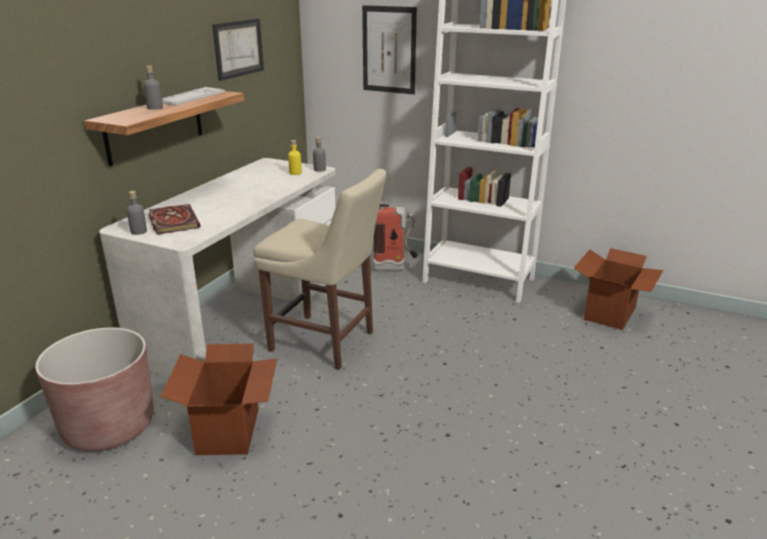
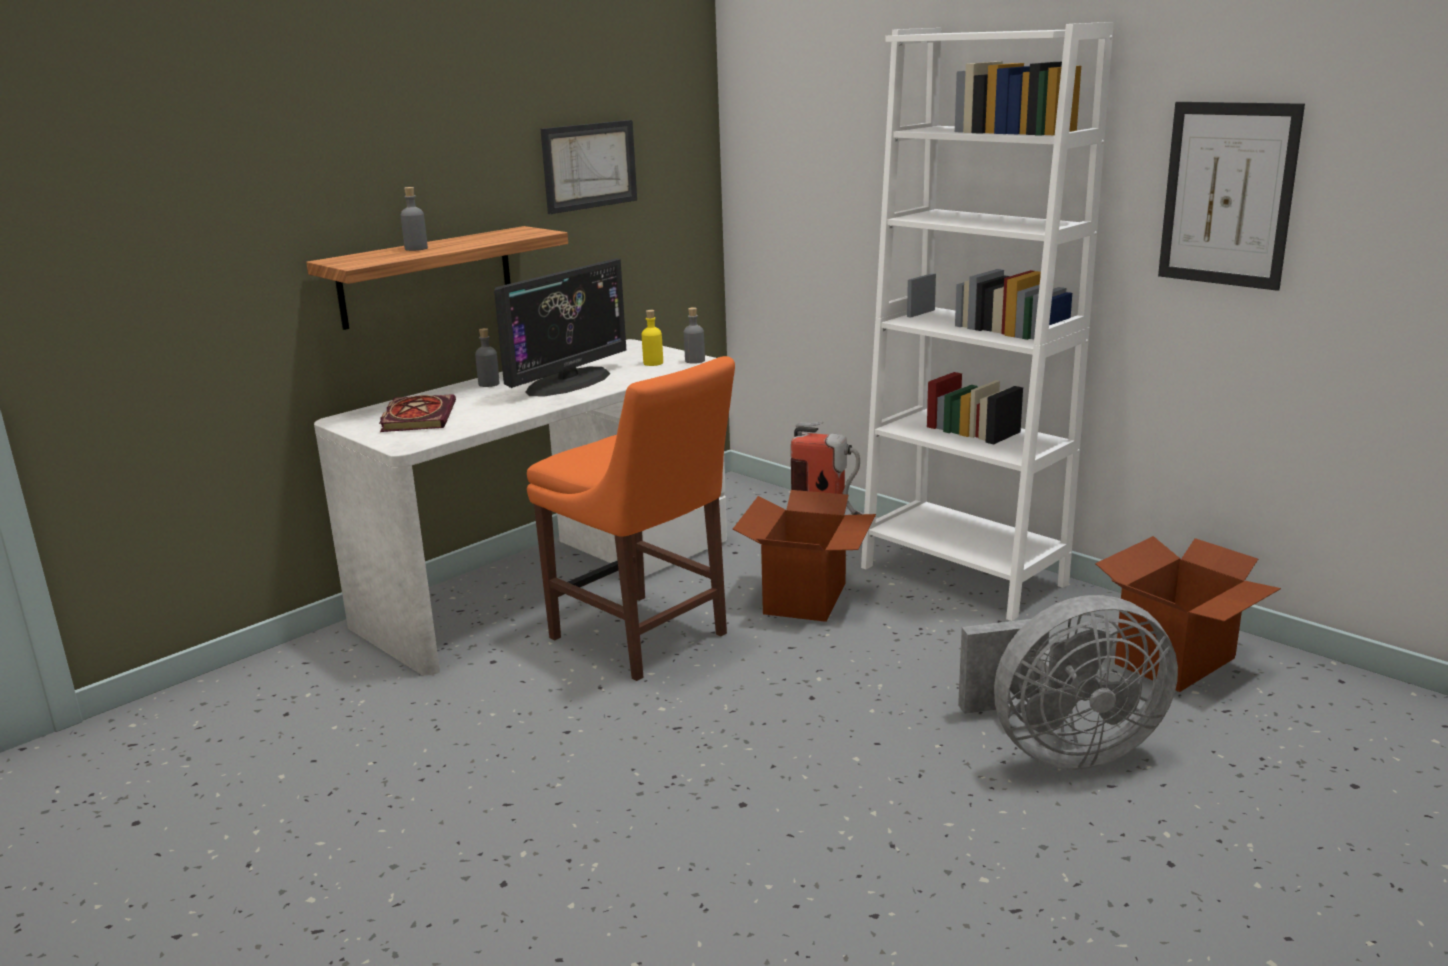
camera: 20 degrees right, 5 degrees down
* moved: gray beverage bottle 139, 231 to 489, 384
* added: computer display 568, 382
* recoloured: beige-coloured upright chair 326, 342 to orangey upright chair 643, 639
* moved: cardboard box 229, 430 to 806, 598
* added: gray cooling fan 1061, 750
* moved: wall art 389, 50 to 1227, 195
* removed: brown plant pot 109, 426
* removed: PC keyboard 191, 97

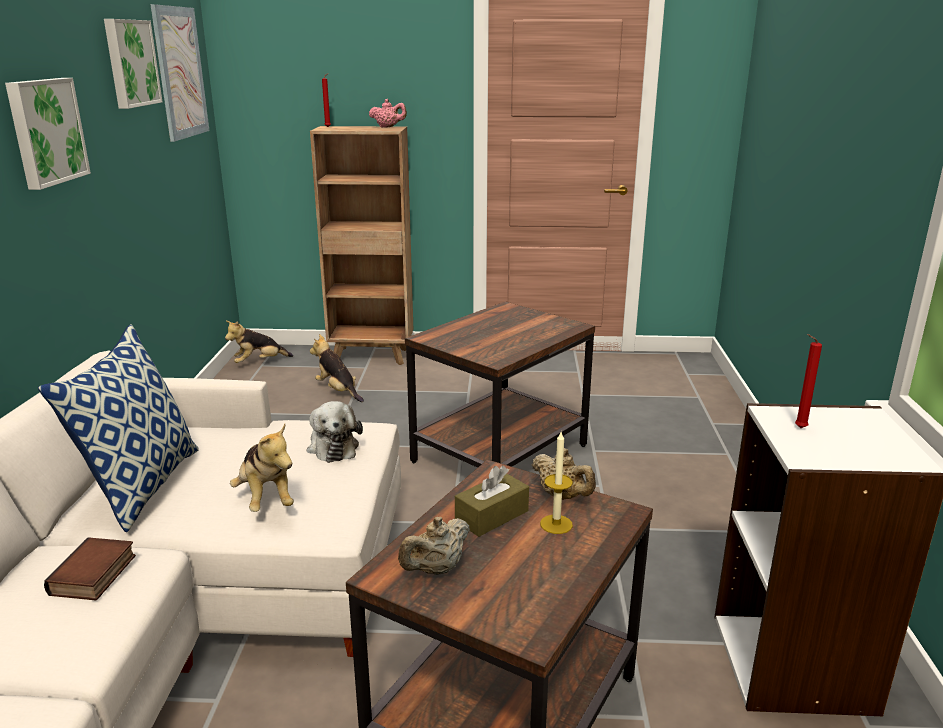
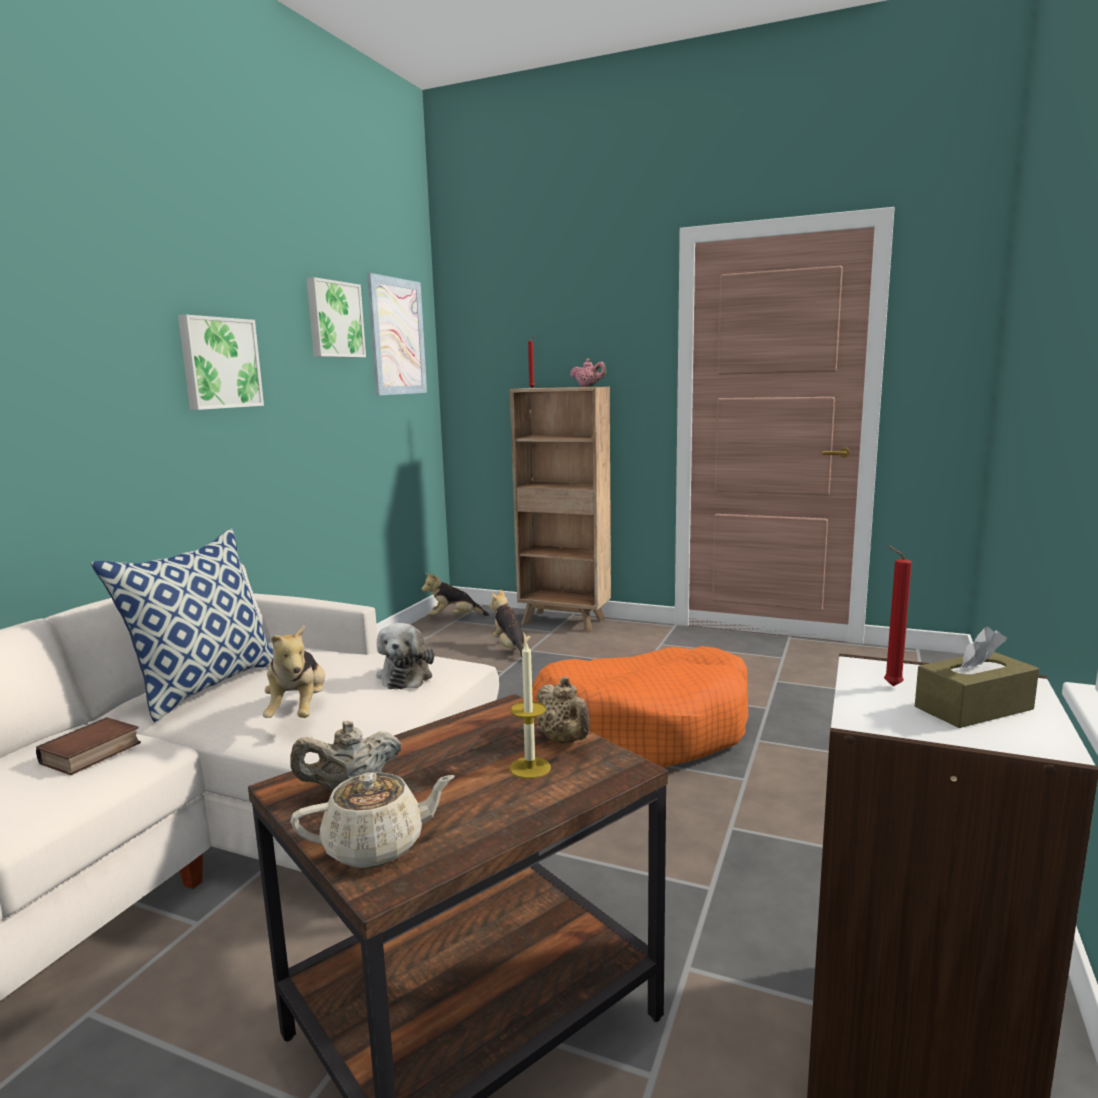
camera: 20 degrees right, 10 degrees down
* added: beige-coloured pot for tea 377, 846
* replaced: brown accent table 501, 455 to orangey pet bed 644, 730
* moved: brown tissue box 492, 516 to 973, 708

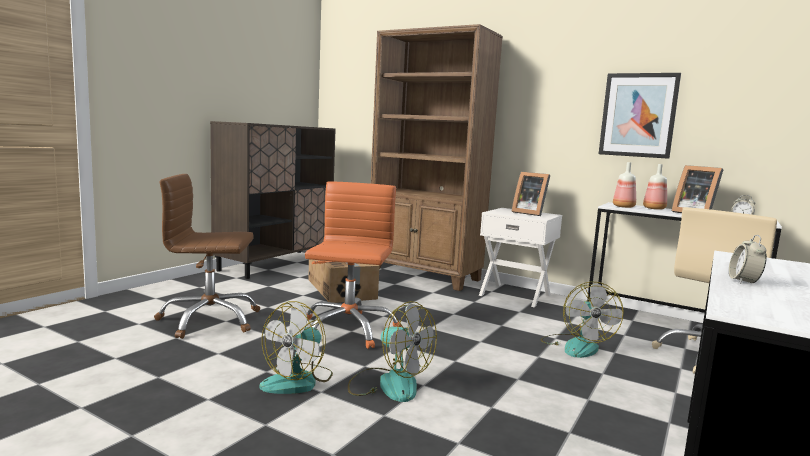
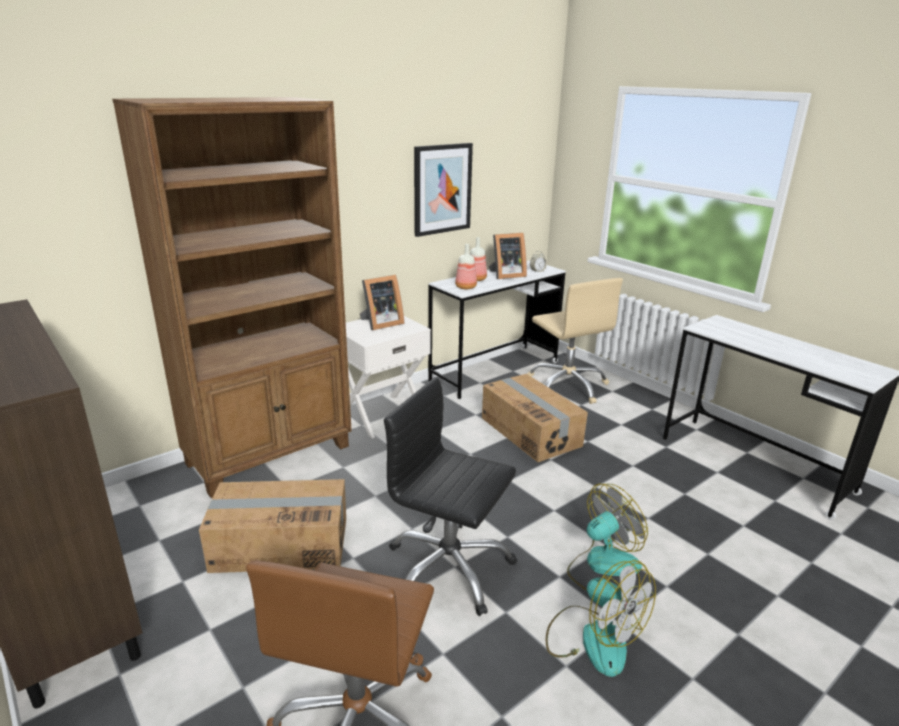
camera: 70 degrees left, 15 degrees up
* recoloured: orangey office chair 348, 329 to black-coloured office chair 448, 568
* replaced: cooling fan 576, 345 to cardboard box 531, 431
* removed: alarm clock 743, 282

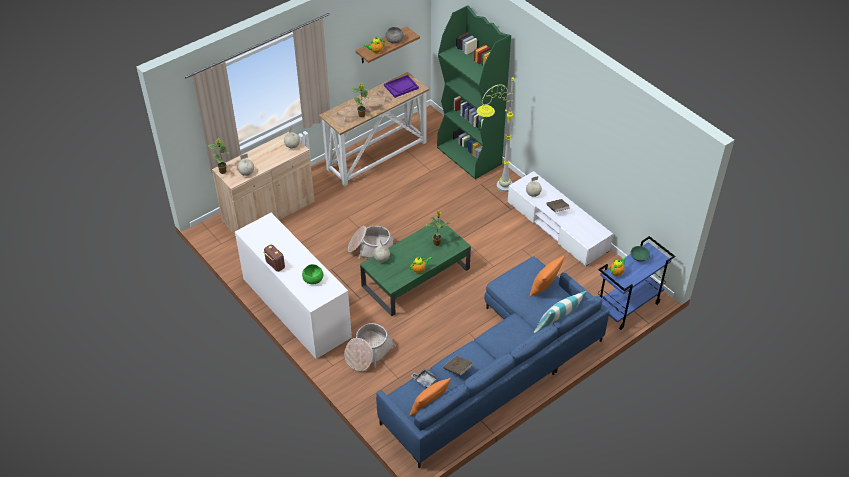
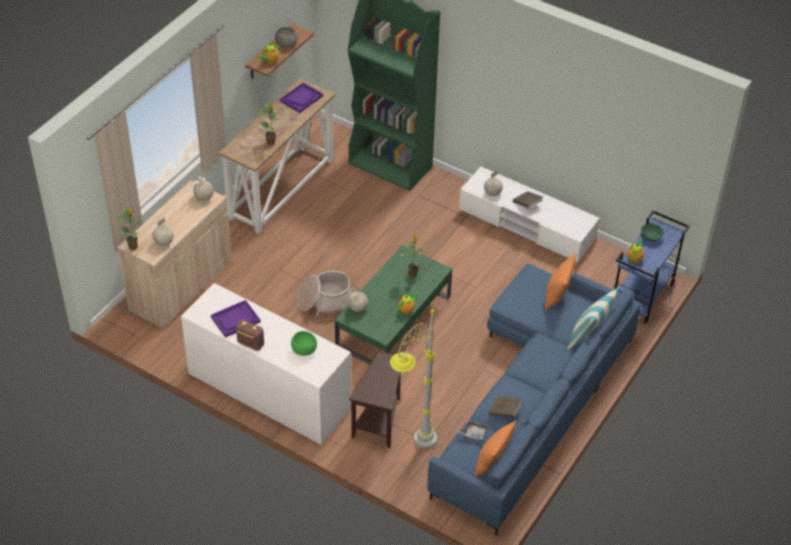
camera: 20 degrees left, 0 degrees up
* added: purple carrying tray 235, 319
* replaced: storage basket 368, 353 to brown accent table 379, 422
* moved: gray standing lamp 492, 191 to 412, 451

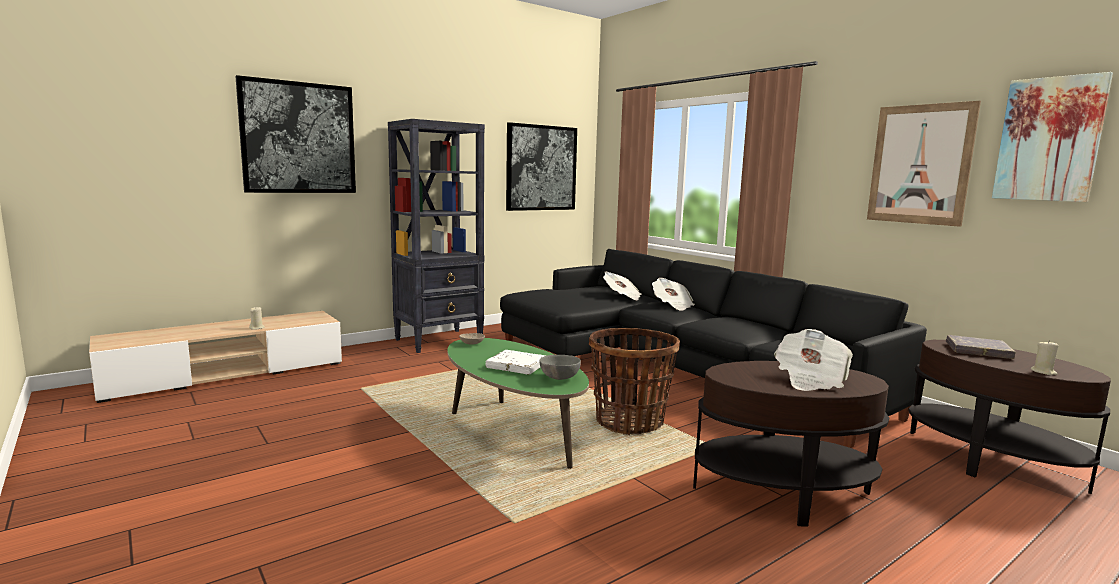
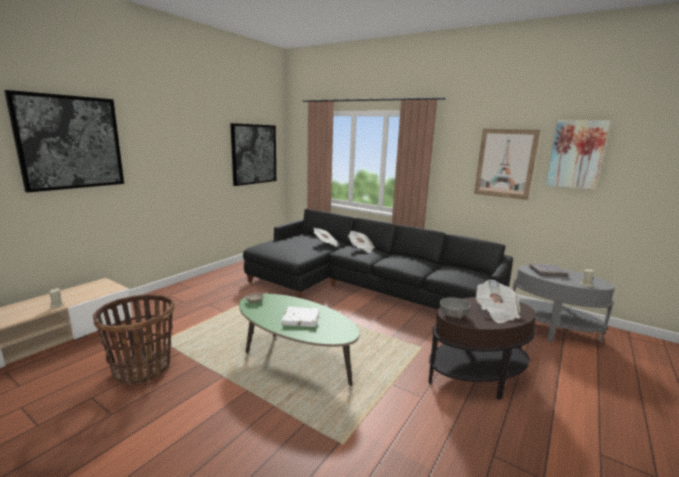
camera: 20 degrees left, 5 degrees up
* moved: storage basket 629, 422 to 142, 369
* moved: gray serving bowl 558, 378 to 453, 316
* recoloured: brown accent table 990, 462 to gray accent table 552, 330
* removed: black-coloured bookshelf 439, 341

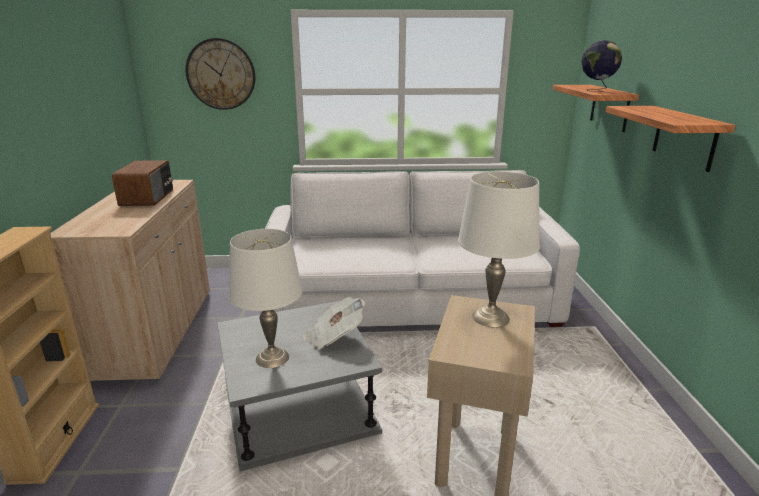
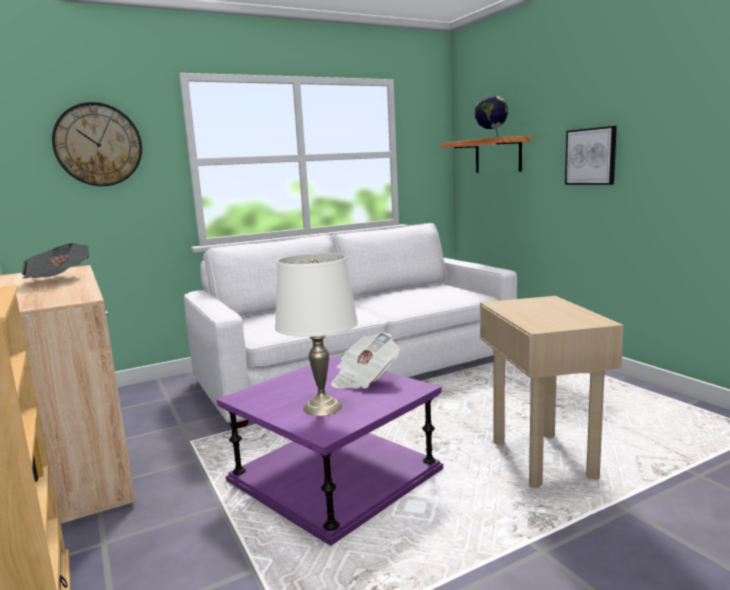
camera: 25 degrees left, 10 degrees down
* replaced: radio receiver 148, 197 to newspaper 59, 279
* recoloured: gray accent table 298, 406 to purple accent table 334, 475
* replaced: bracket shelf 684, 137 to wall art 591, 156
* removed: white table lamp 491, 317

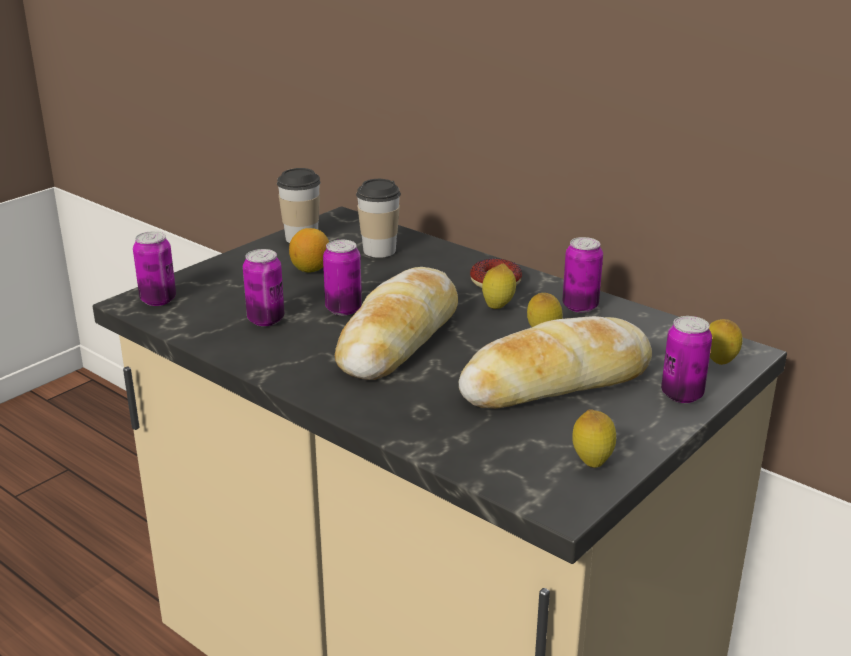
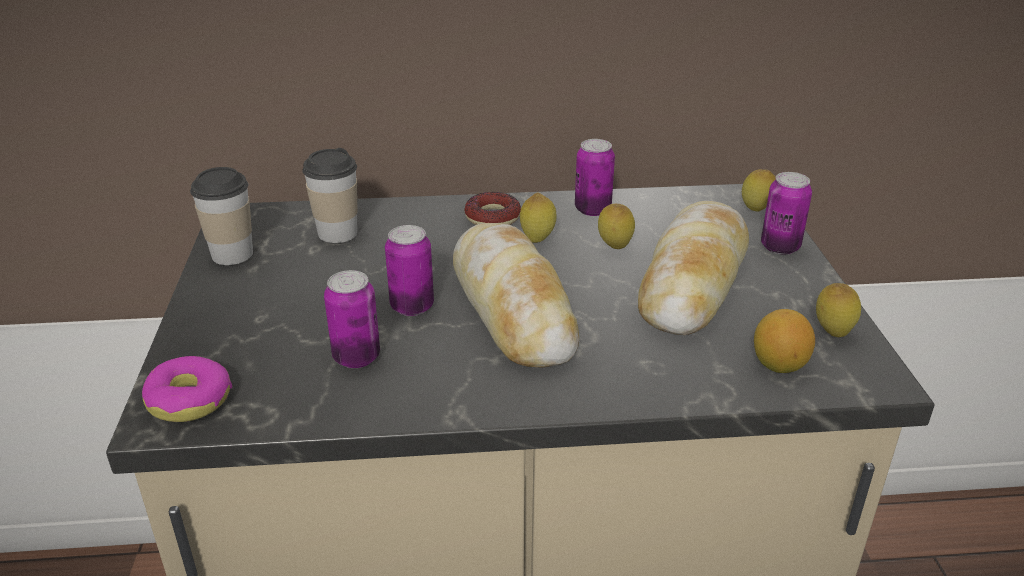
camera: 45 degrees left, 5 degrees up
* replaced: can 158, 300 to ring doughnut 189, 400
* moved: citrus fruit 310, 269 to 778, 365

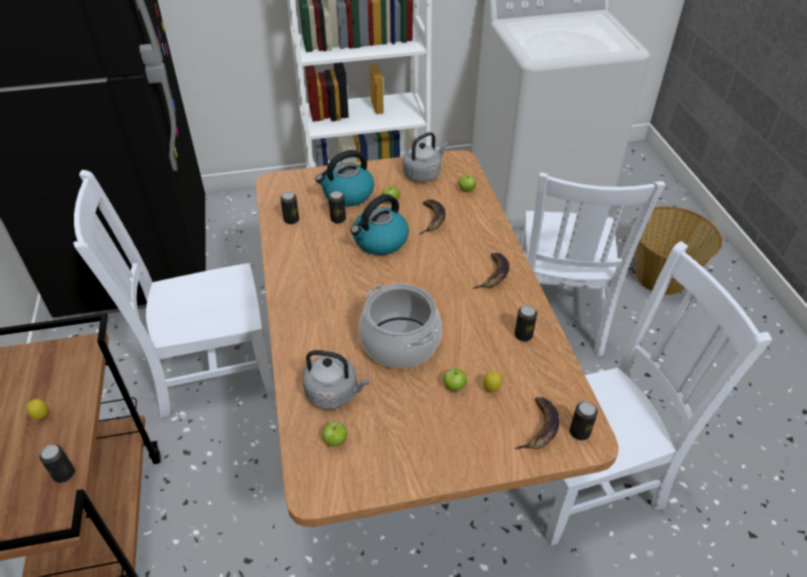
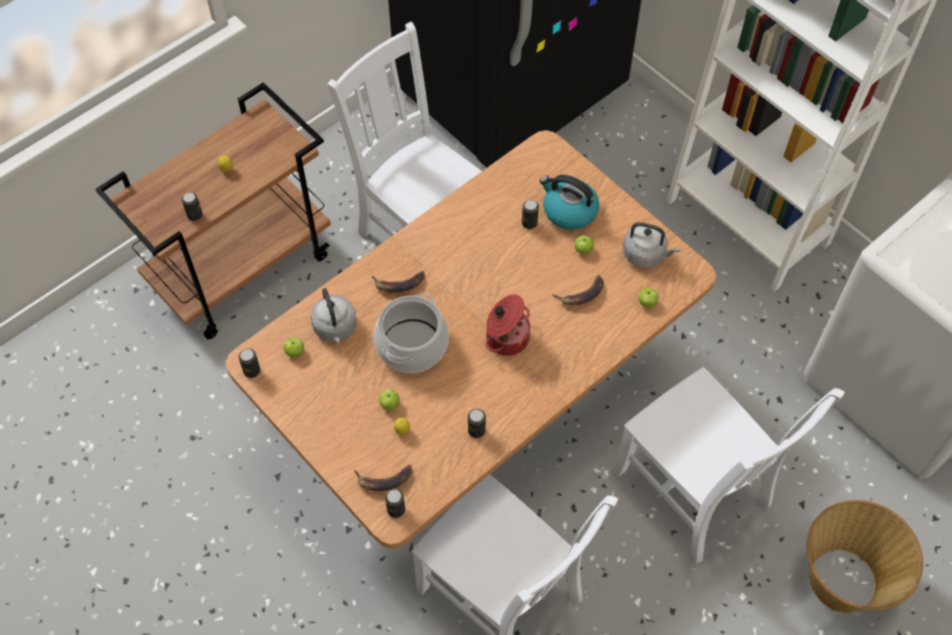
camera: 60 degrees right, 15 degrees up
* moved: can 291, 220 to 252, 371
* moved: whole banana 493, 275 to 399, 284
* added: cooking pot 506, 337
* turned: white upright chair 556, 317 = 695, 491 105 degrees counterclockwise
* removed: water kettle 380, 241

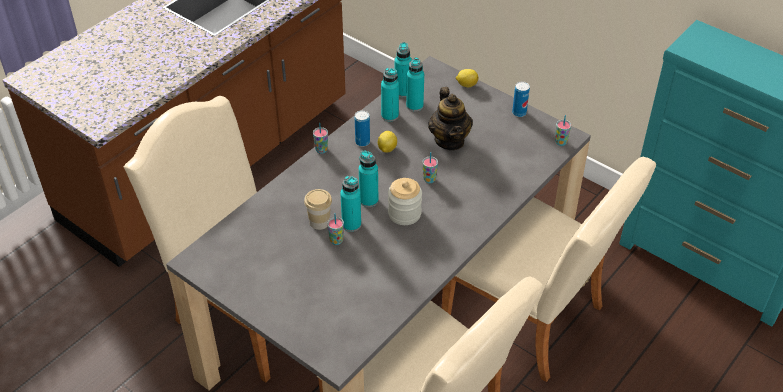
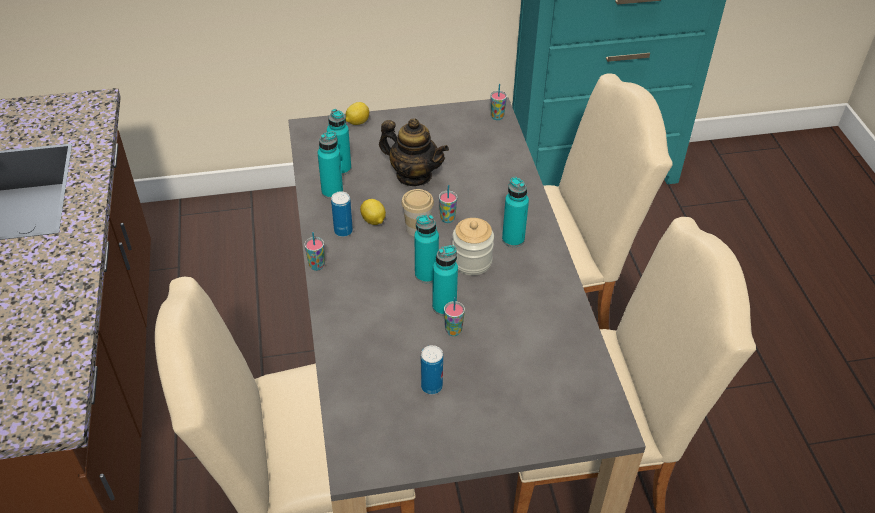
camera: 50 degrees left, 0 degrees up
* moved: small cup 319, 222 to 417, 228
* moved: can 519, 113 to 431, 386
* moved: turquoise beverage bottle 402, 92 to 513, 239

